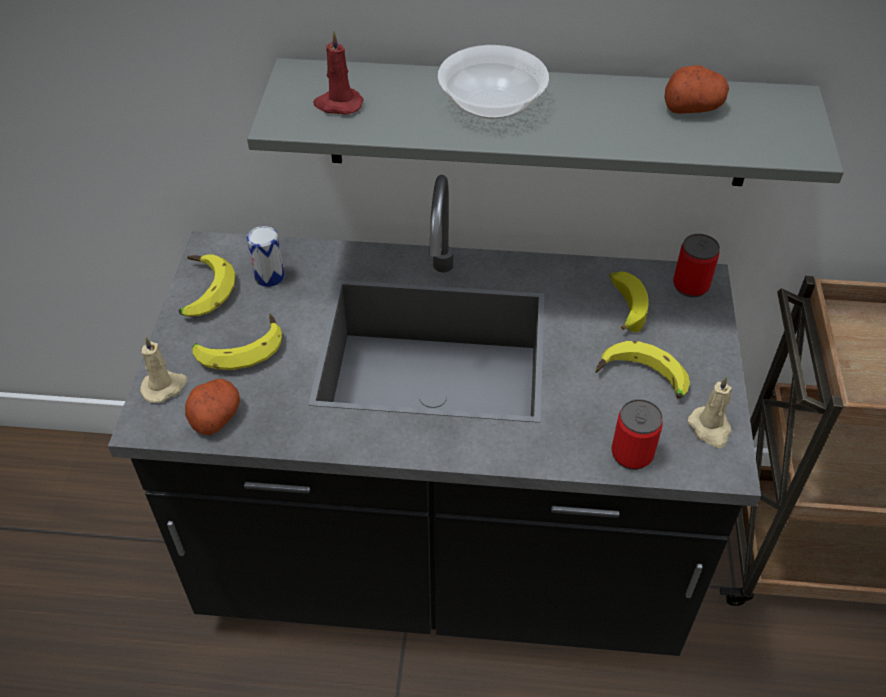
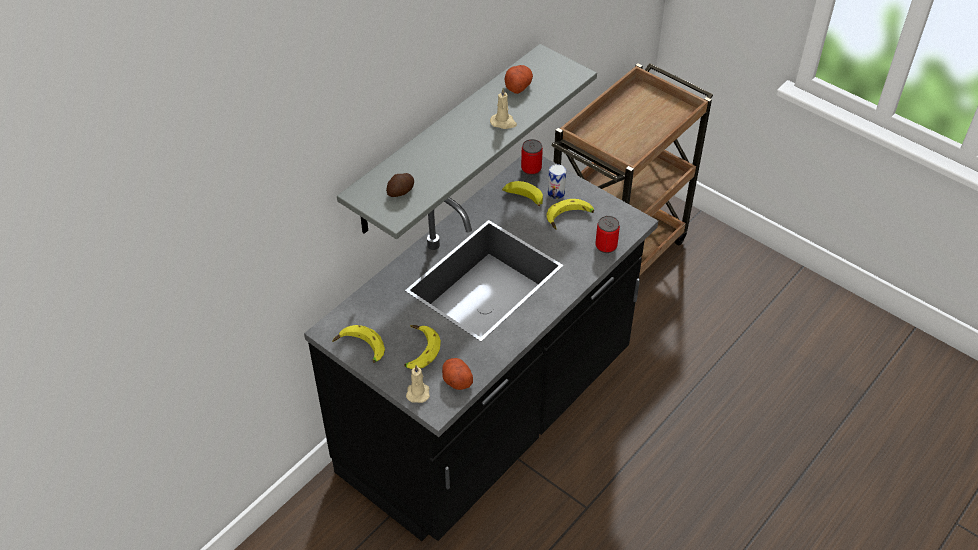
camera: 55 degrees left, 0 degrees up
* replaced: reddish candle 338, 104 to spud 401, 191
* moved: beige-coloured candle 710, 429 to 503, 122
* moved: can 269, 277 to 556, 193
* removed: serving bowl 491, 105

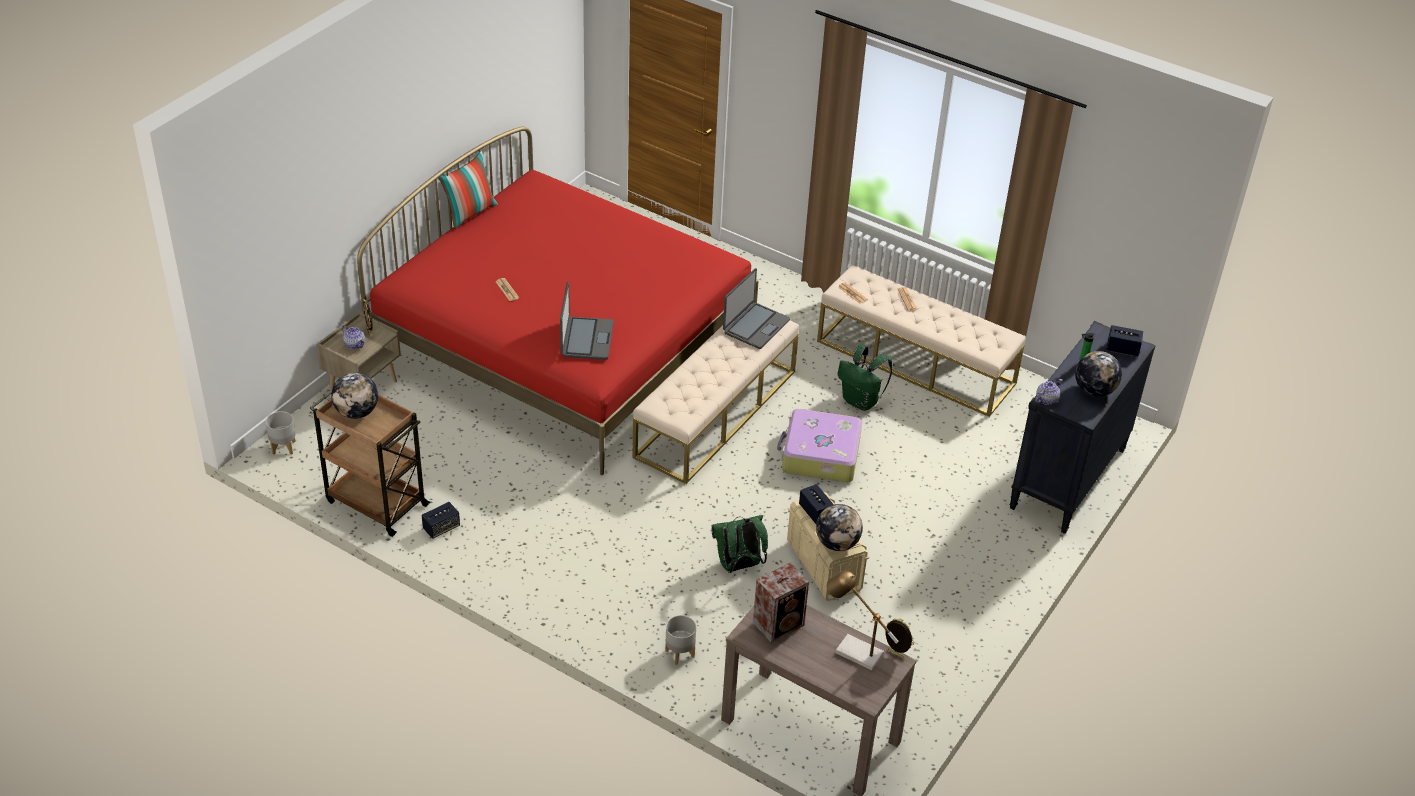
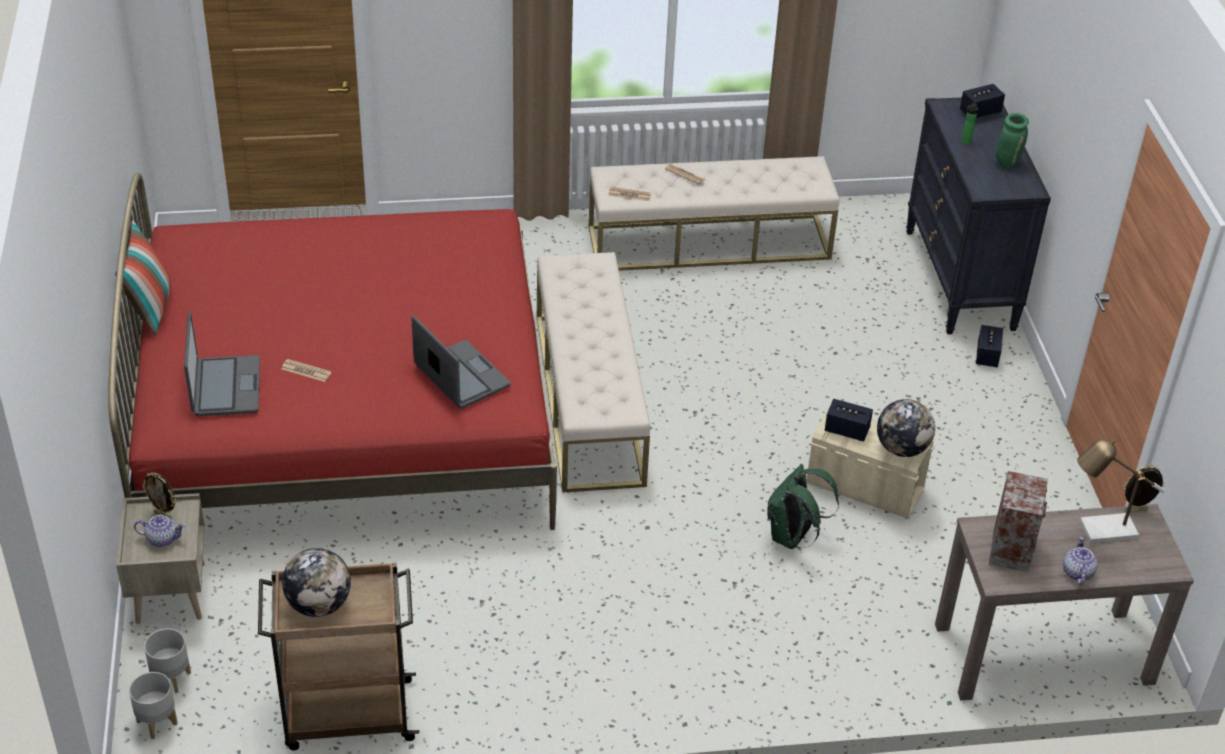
camera: 40 degrees left, 0 degrees up
* moved: gray plant pot 680, 654 to 172, 679
* moved: laptop 755, 326 to 225, 387
* moved: audio speaker 441, 528 to 987, 356
* replaced: world globe 1094, 391 to green-coloured flower vase 1007, 162
* moved: pot for tea 1046, 399 to 1077, 572
* removed: travel case 819, 455
* removed: green-coloured rucksack 861, 401

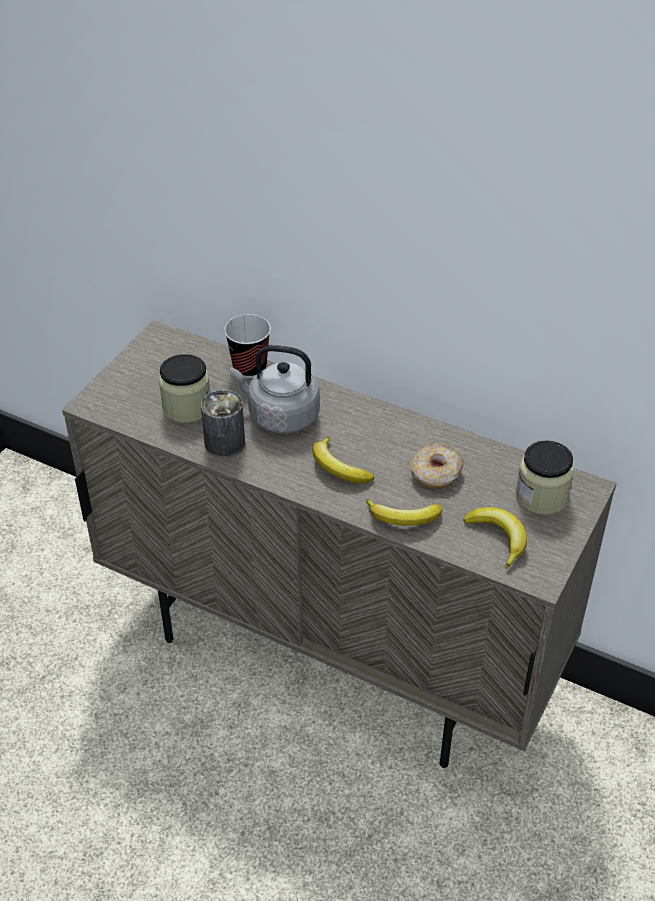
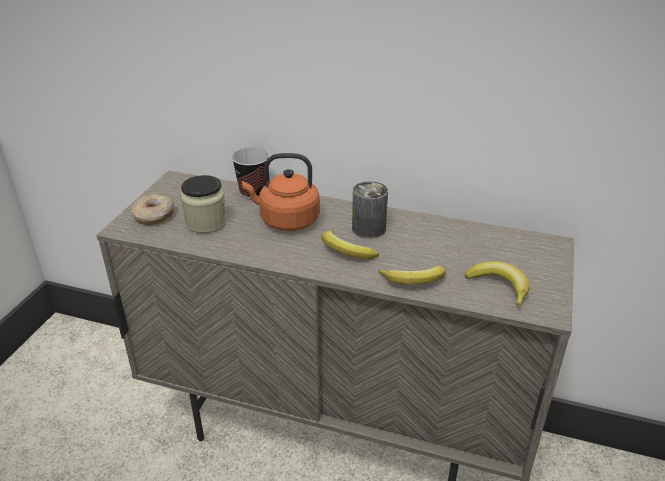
camera: 10 degrees left, 10 degrees down
* moved: ring doughnut 436, 474 to 154, 216
* recoloured: gray water kettle 280, 416 to orangey water kettle 286, 221
* moved: can 224, 443 to 368, 229
* removed: jar 541, 496

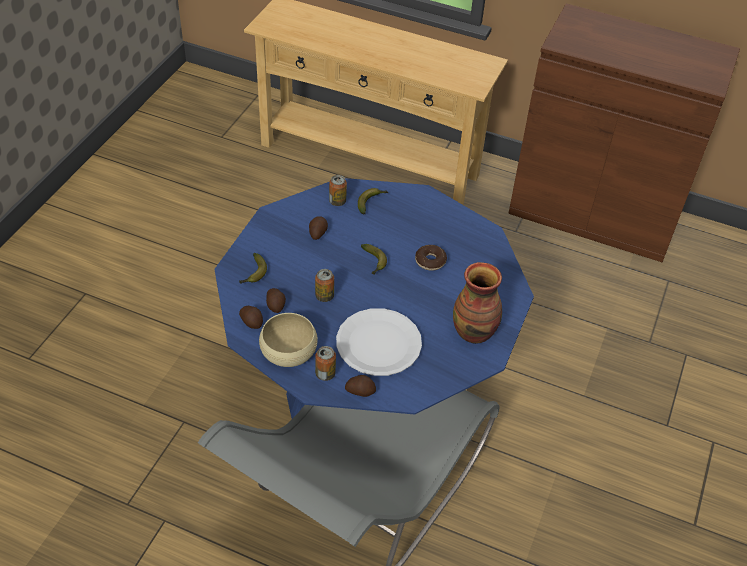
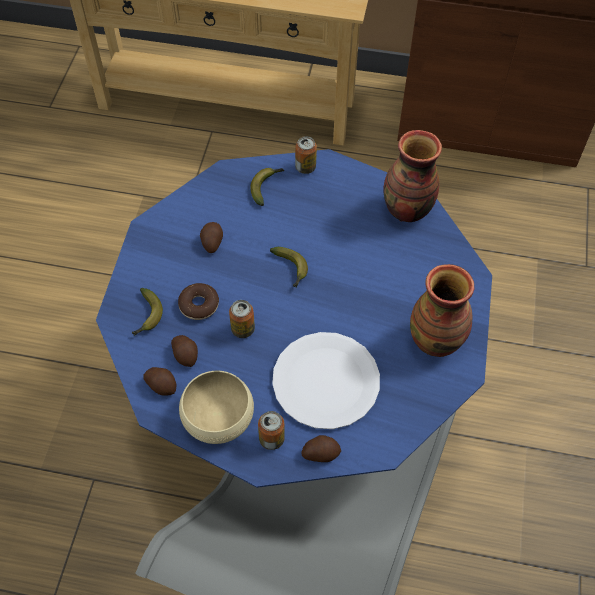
camera: 10 degrees left, 10 degrees up
* moved: ring doughnut 430, 261 to 199, 305
* moved: can 337, 201 to 305, 167
* added: flower vase 406, 210

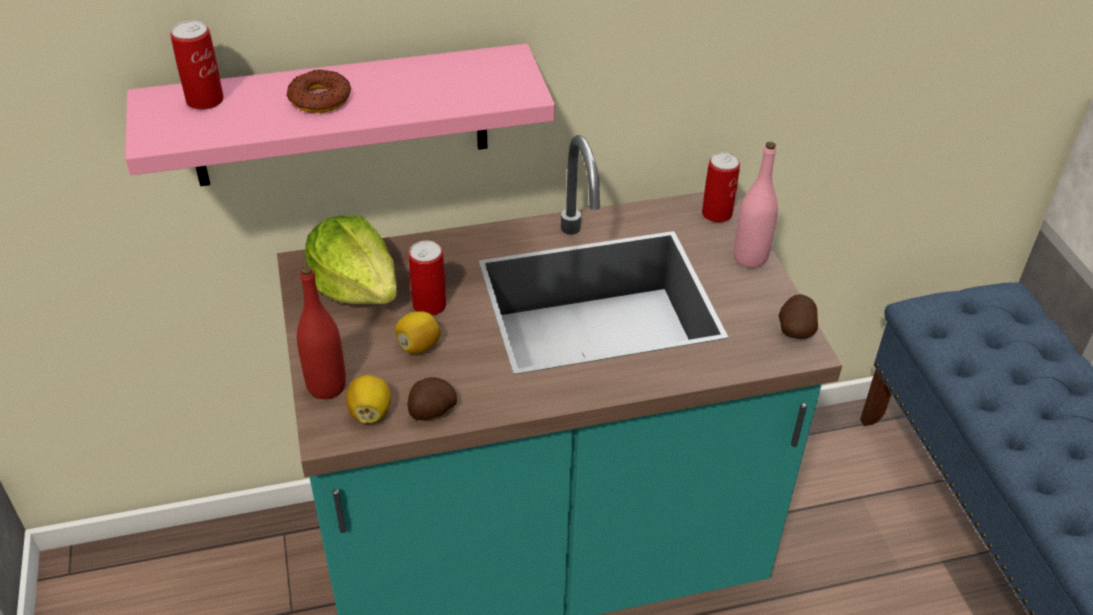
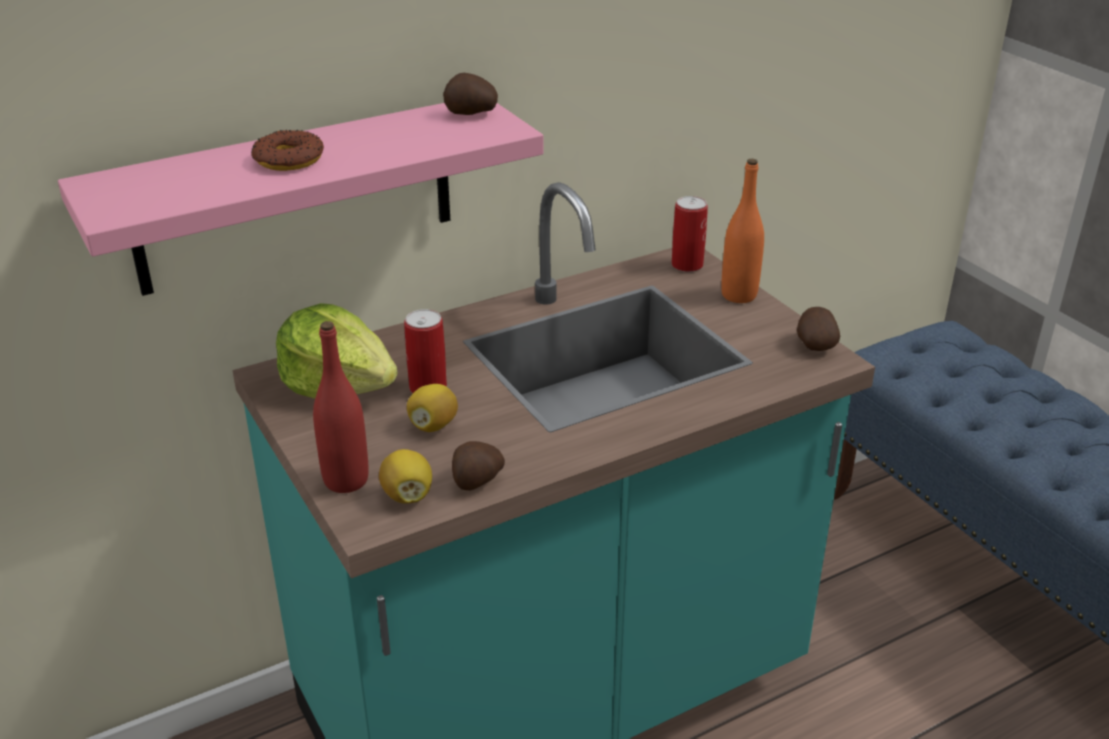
camera: 15 degrees left, 10 degrees down
* added: spud 471, 114
* recoloured: pink beverage bottle 750, 258 to orangey beverage bottle 739, 295
* removed: can 205, 100

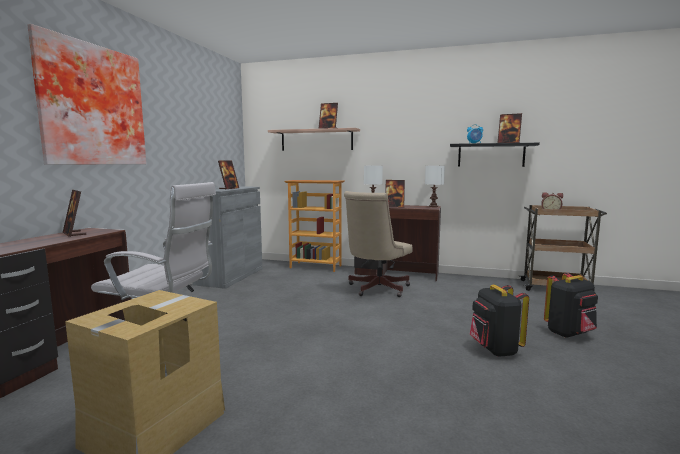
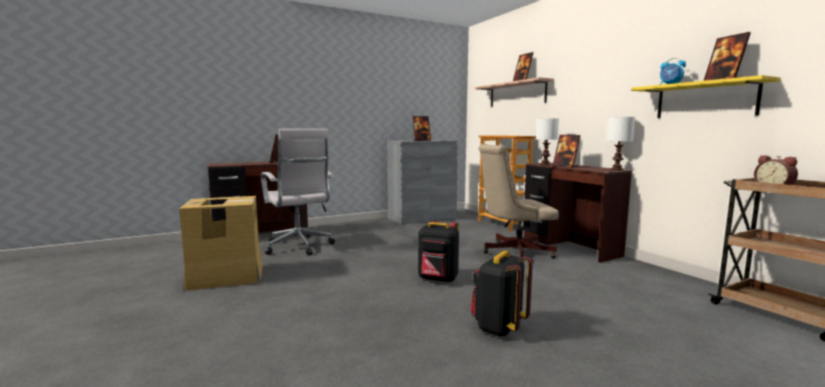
camera: 45 degrees right, 0 degrees up
* moved: black-coloured rucksack 569, 333 to 438, 279
* recoloured: black-coloured bracket shelf 491, 155 to yellowish bracket shelf 705, 100
* removed: wall art 91, 105

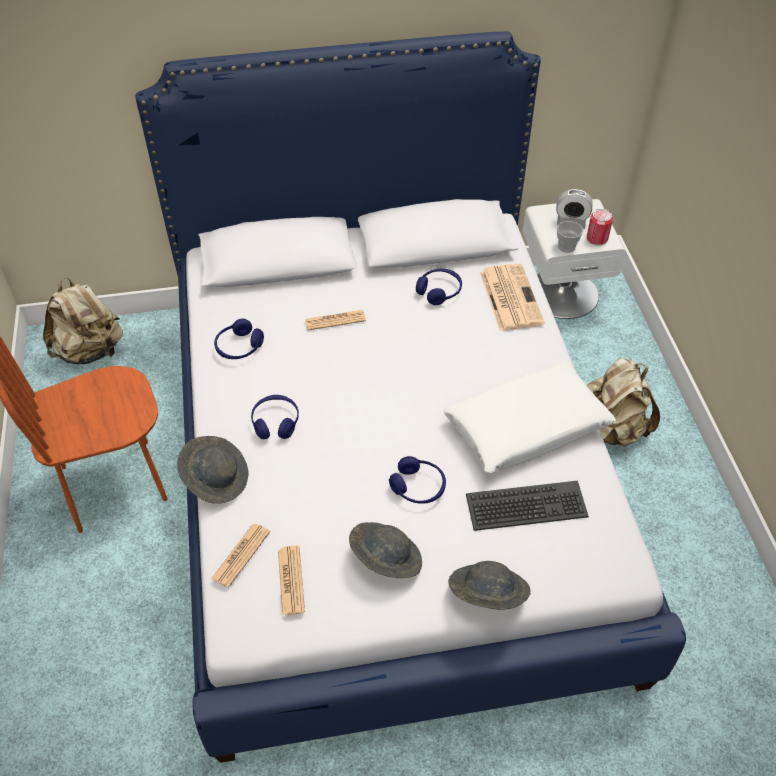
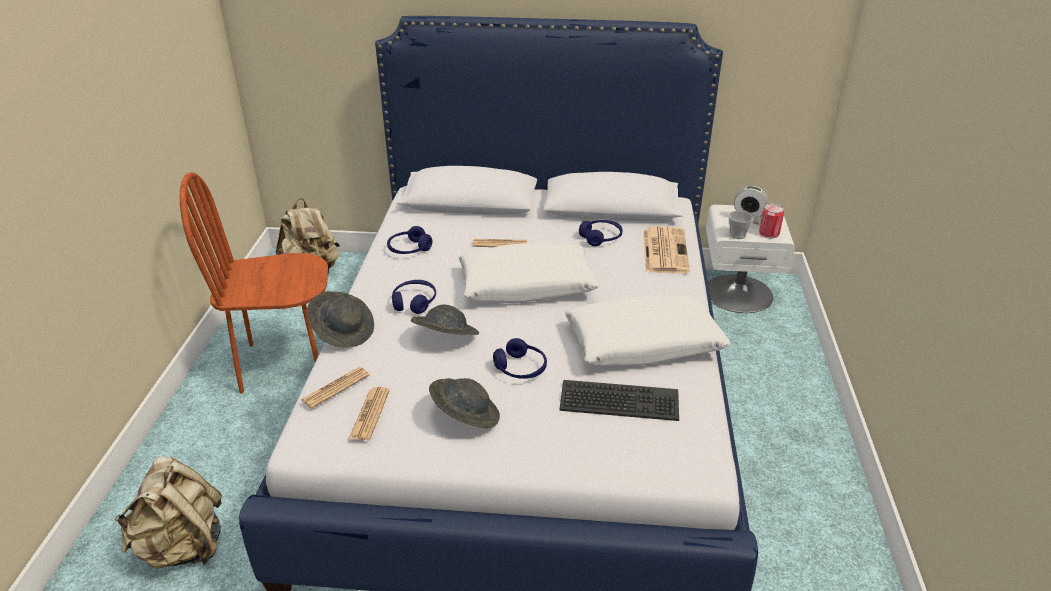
camera: 15 degrees right, 15 degrees down
* moved: beige-coloured rucksack 612, 429 to 183, 547
* moved: gray wearable hat 487, 595 to 445, 339
* added: white cushion 526, 285

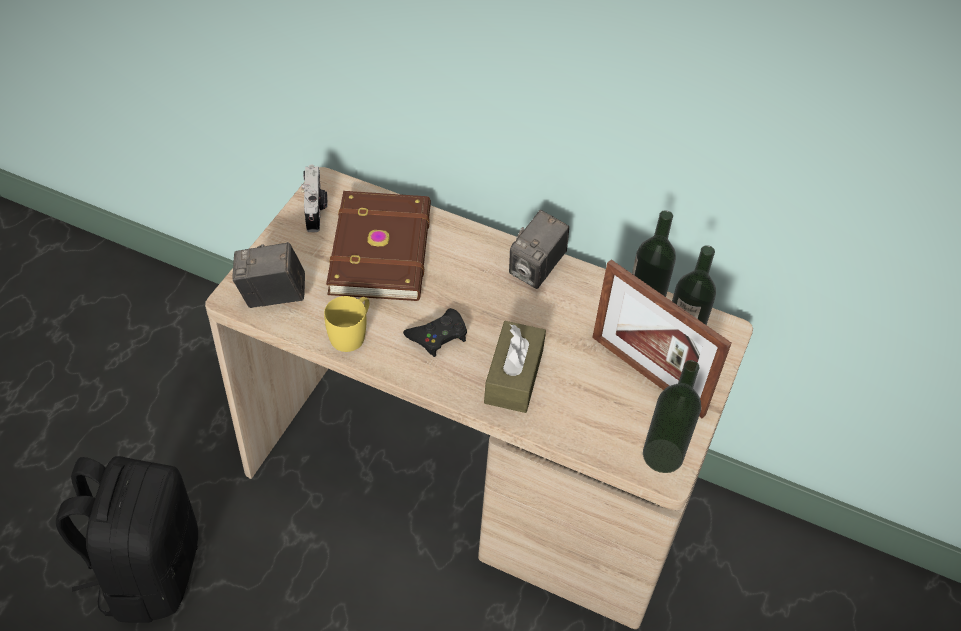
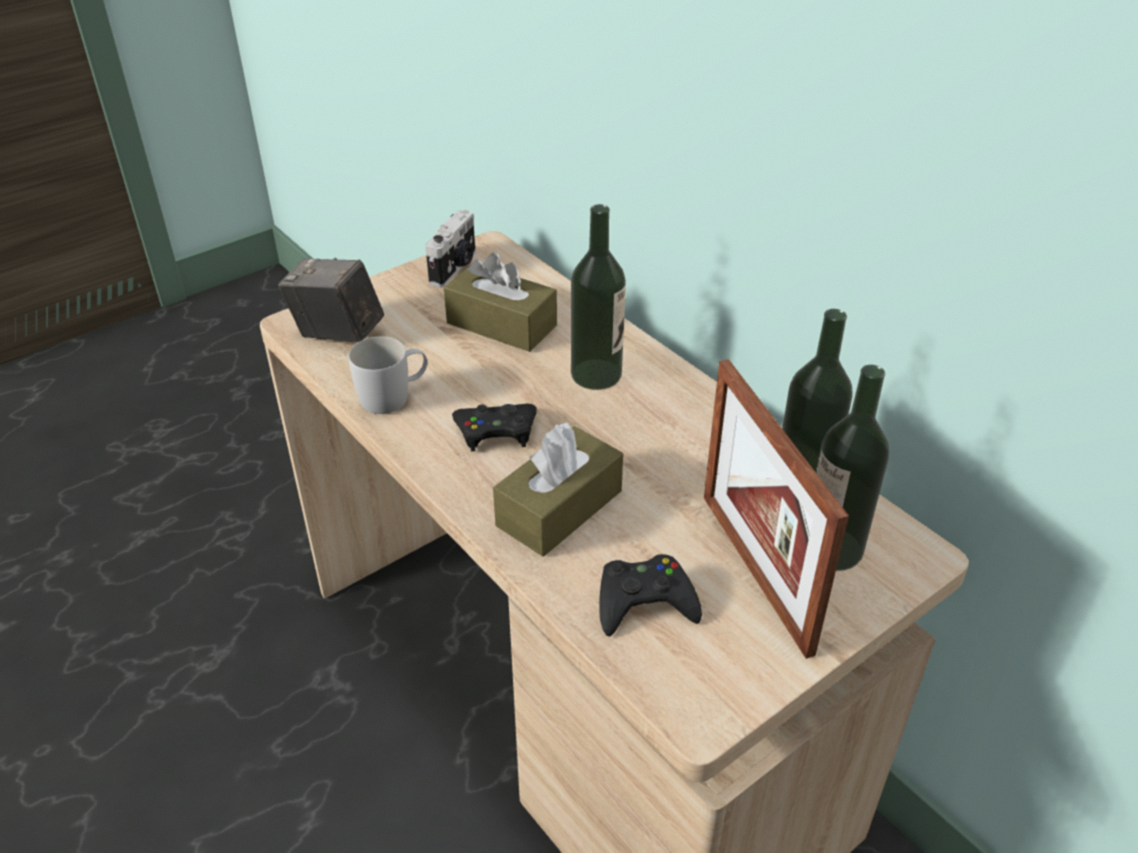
camera: 30 degrees right, 10 degrees down
* recoloured: yellowish mug 352, 333 to white mug 394, 396
* replaced: brown volume 383, 249 to brown tissue box 501, 324
* moved: beverage bottle 662, 455 to 596, 374
* added: black-coloured game controller 644, 602
* removed: black-coloured rucksack 148, 571
* removed: still camera 536, 270

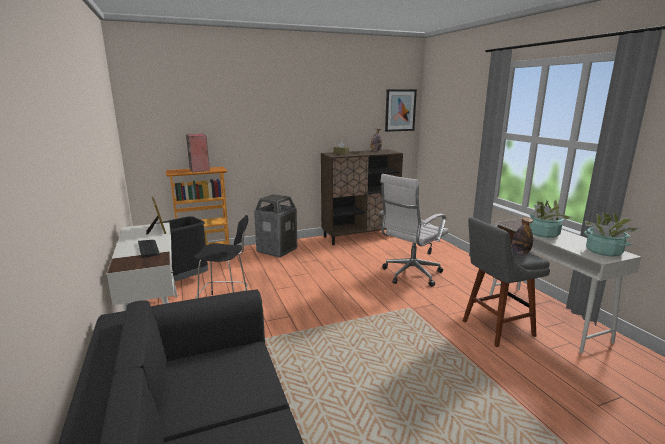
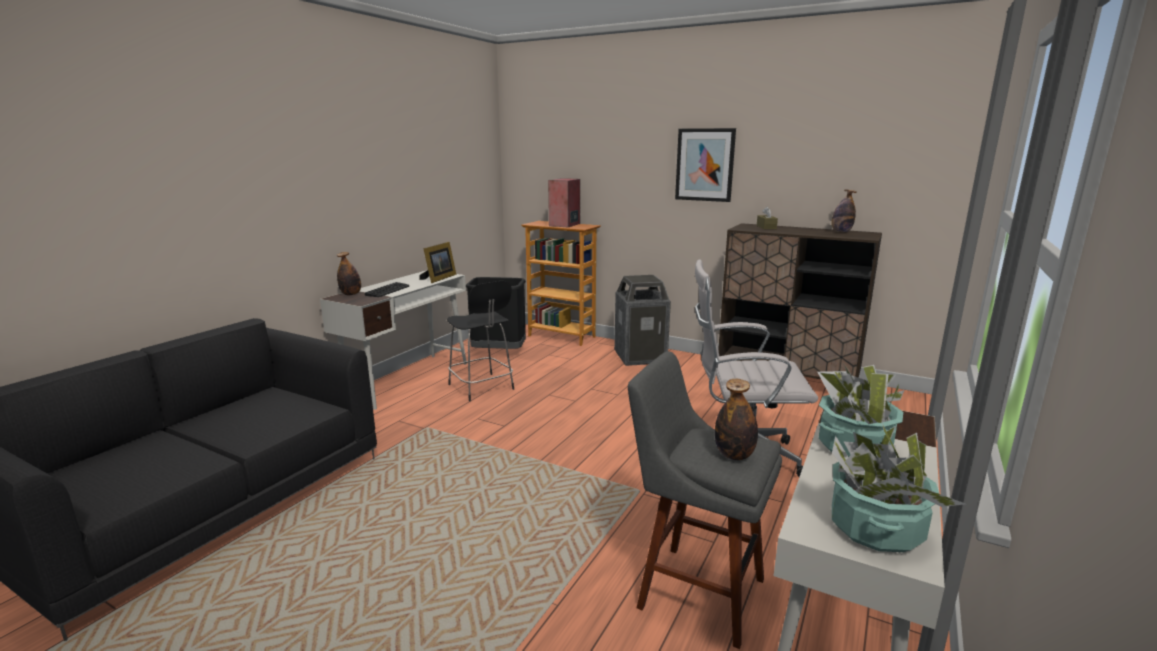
camera: 50 degrees right, 0 degrees up
* added: beverage bottle 351, 294
* moved: wall art 400, 110 to 705, 165

